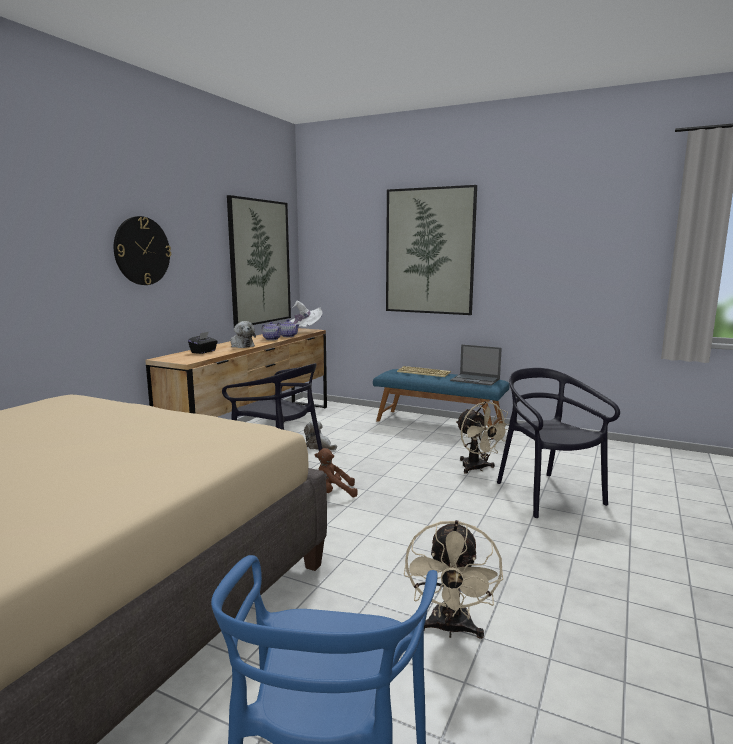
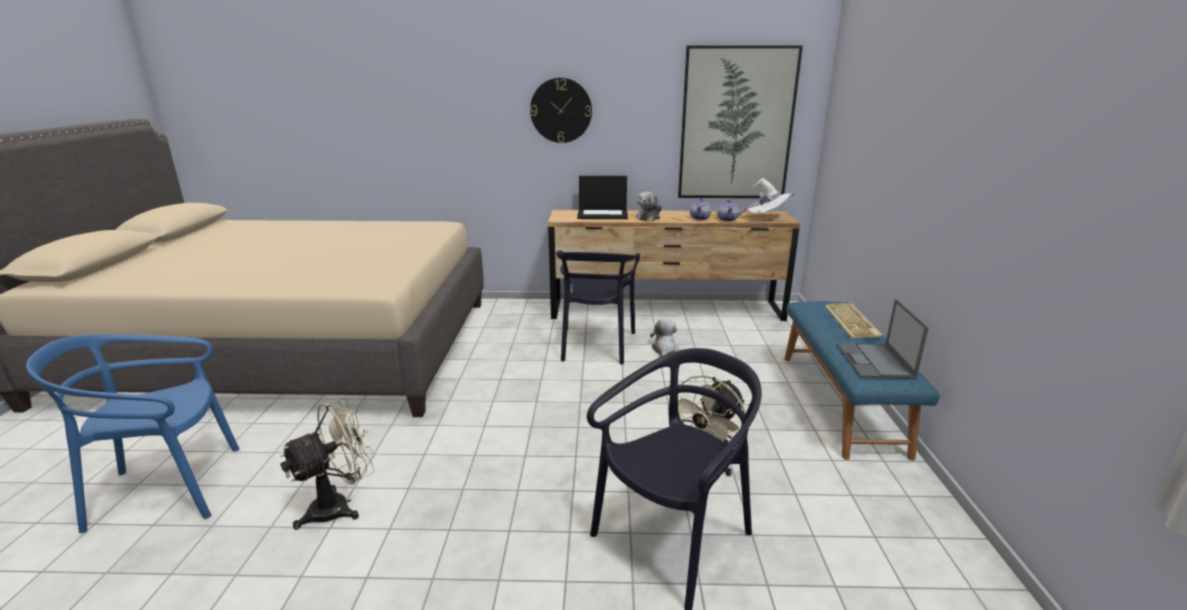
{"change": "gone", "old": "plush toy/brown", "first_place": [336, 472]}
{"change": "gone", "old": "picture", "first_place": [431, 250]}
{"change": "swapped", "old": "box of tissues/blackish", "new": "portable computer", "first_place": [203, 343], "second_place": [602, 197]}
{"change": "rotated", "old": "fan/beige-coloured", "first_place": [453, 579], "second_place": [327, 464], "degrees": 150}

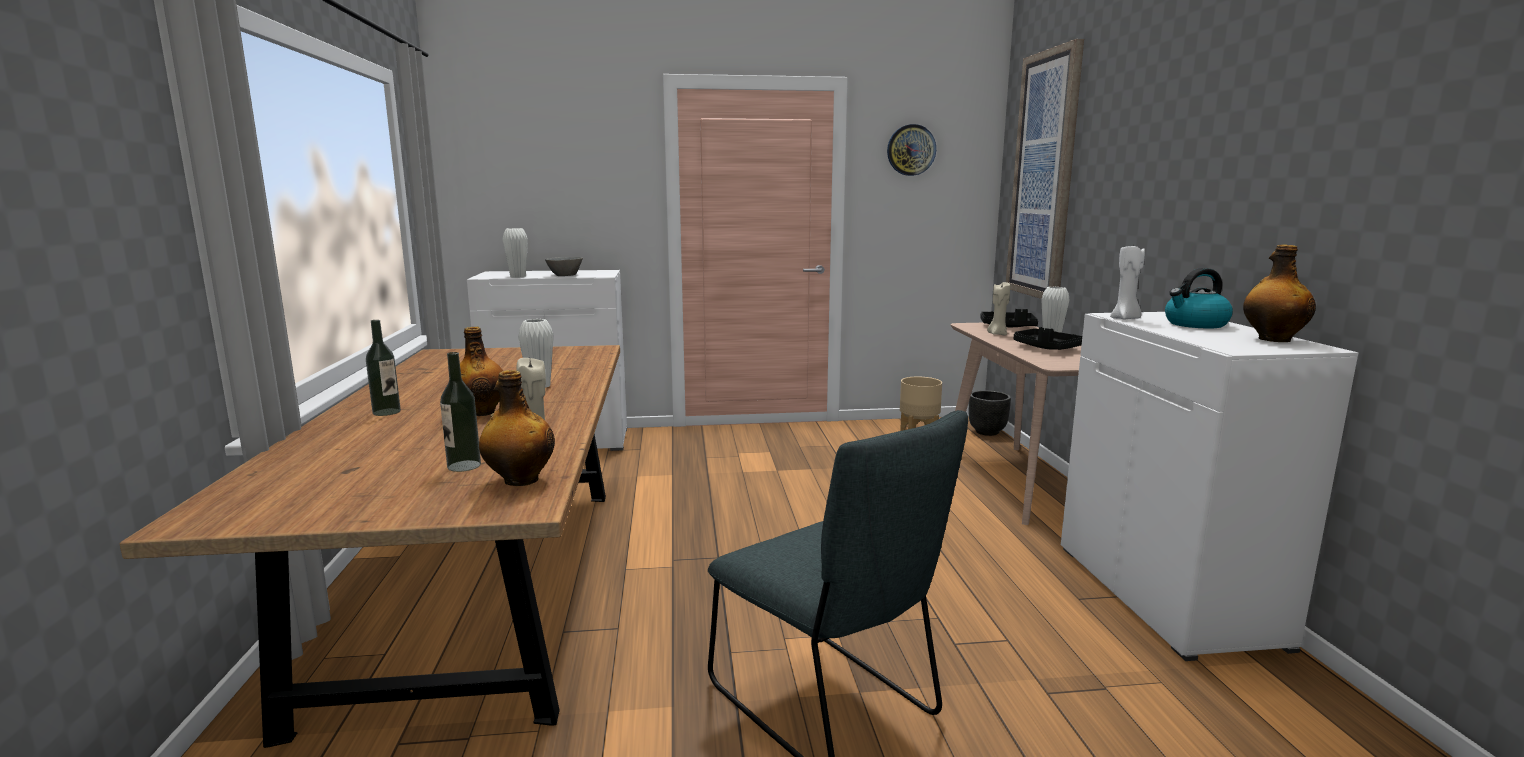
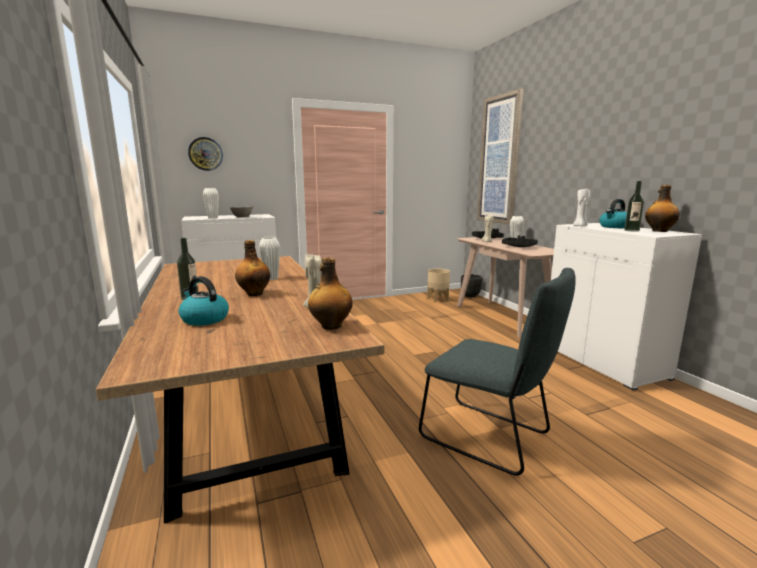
{"change": "new", "new": "water kettle", "second_place": [204, 301]}
{"change": "shifted", "old": "beverage bottle", "first_place": [460, 412], "second_place": [634, 206]}
{"change": "shifted", "old": "clock on the wall", "first_place": [911, 150], "second_place": [205, 154]}

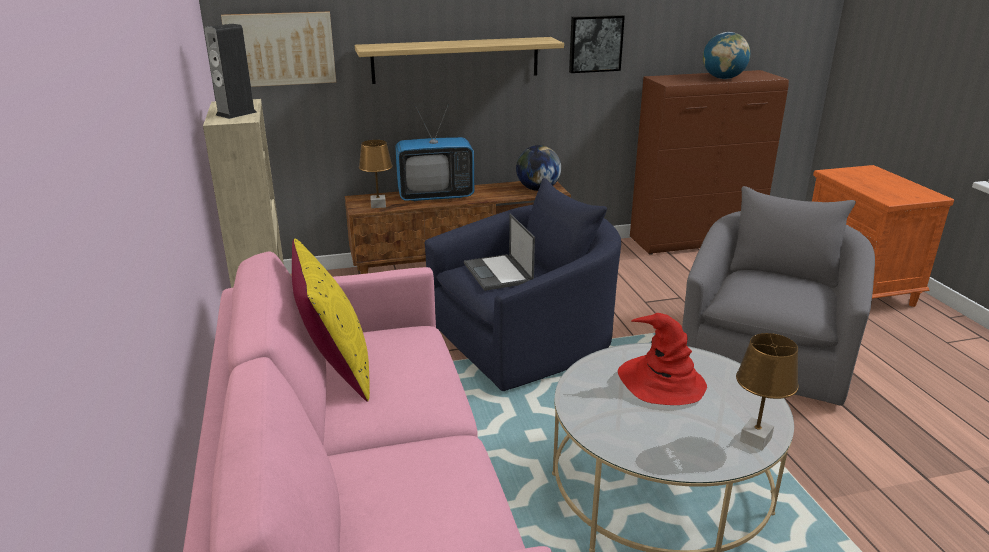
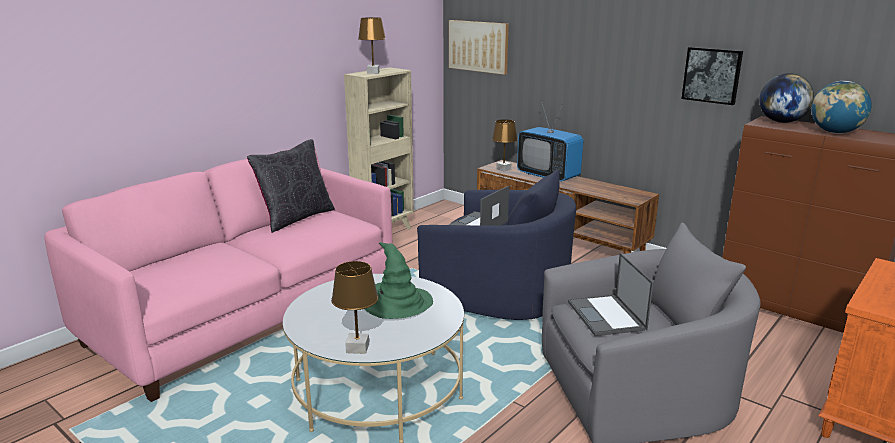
{"change": "gone", "old": "wall shelf", "first_place": [459, 60]}
{"change": "new", "new": "portable computer", "second_place": [610, 294]}
{"change": "shifted", "old": "desk globe", "first_place": [538, 168], "second_place": [786, 98]}
{"change": "swapped", "old": "speaker", "new": "table lamp/brown", "first_place": [230, 71], "second_place": [372, 45]}
{"change": "repainted", "old": "throw pillow/yellow-coloured", "new": "throw pillow/blackish", "first_place": [331, 320], "second_place": [291, 186]}
{"change": "repainted", "old": "clothing hat/red-coloured", "new": "clothing hat/green-coloured", "first_place": [662, 359], "second_place": [399, 280]}

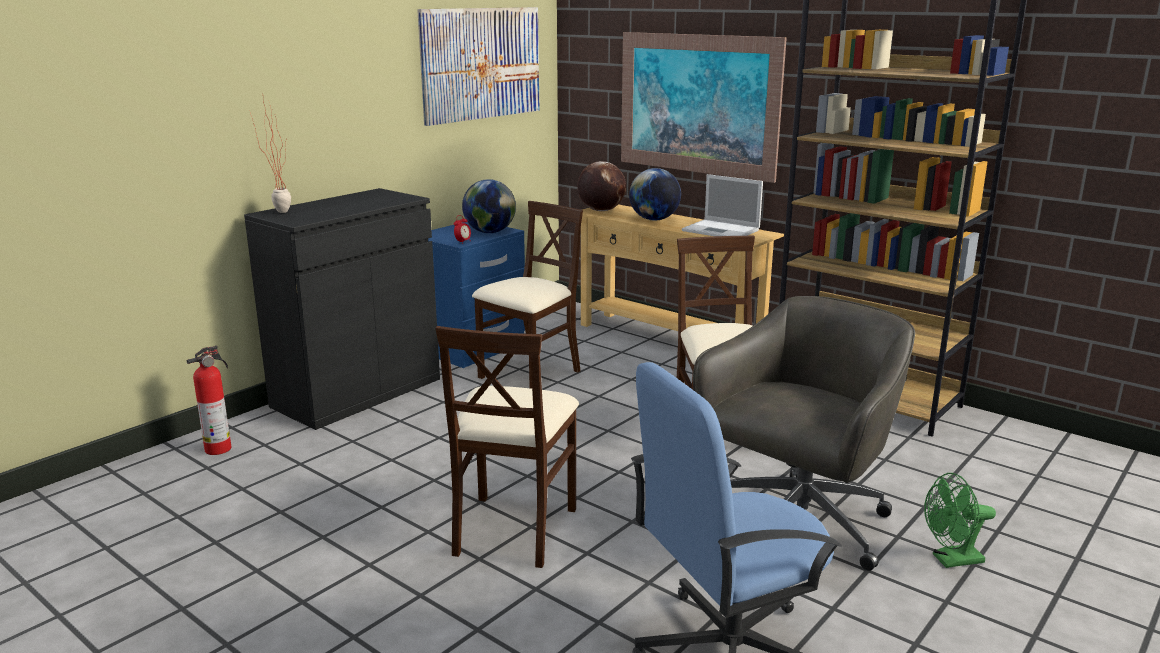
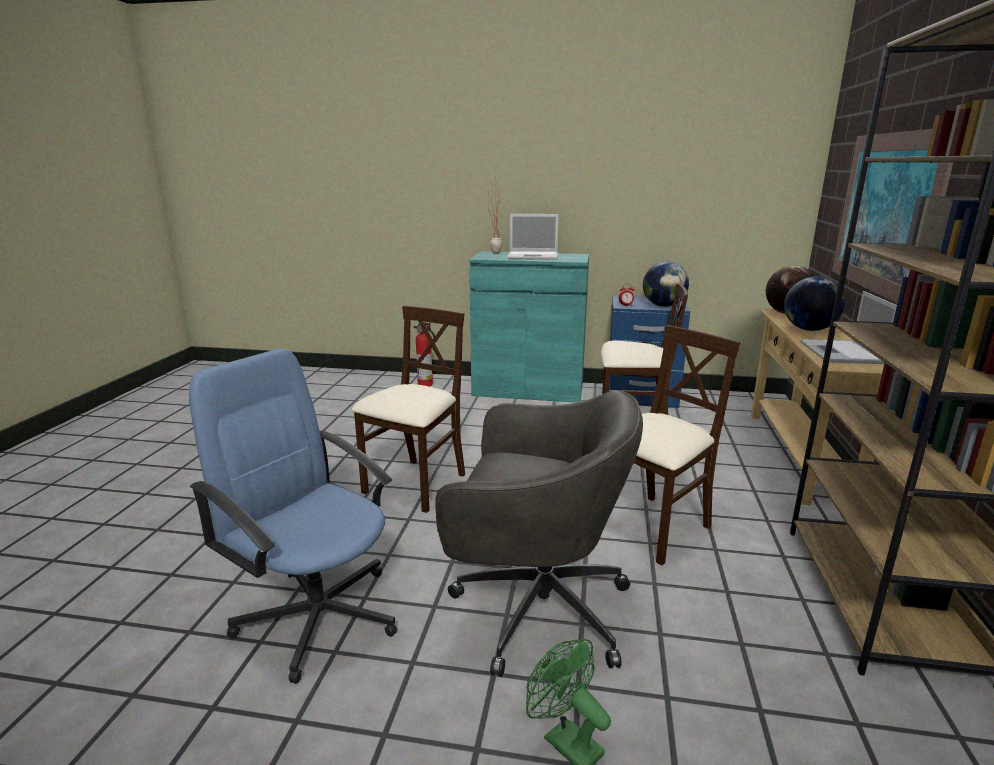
{"change": "gone", "old": "picture", "first_place": [478, 66]}
{"change": "new", "new": "portable computer", "second_place": [533, 237]}
{"change": "repainted", "old": "cupboard/blackish", "new": "cupboard/turquoise-coloured", "first_place": [342, 309], "second_place": [529, 327]}
{"change": "rotated", "old": "plain chair/beige-coloured", "first_place": [507, 447], "second_place": [408, 409], "degrees": 135}

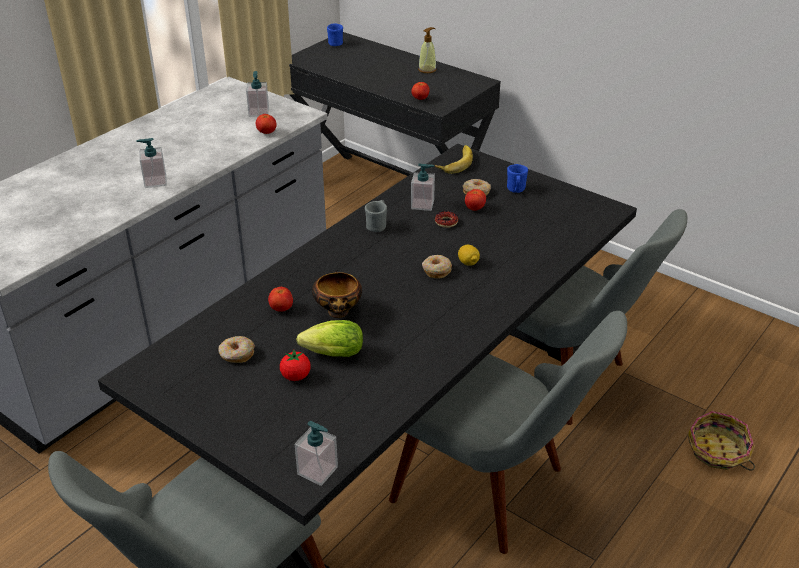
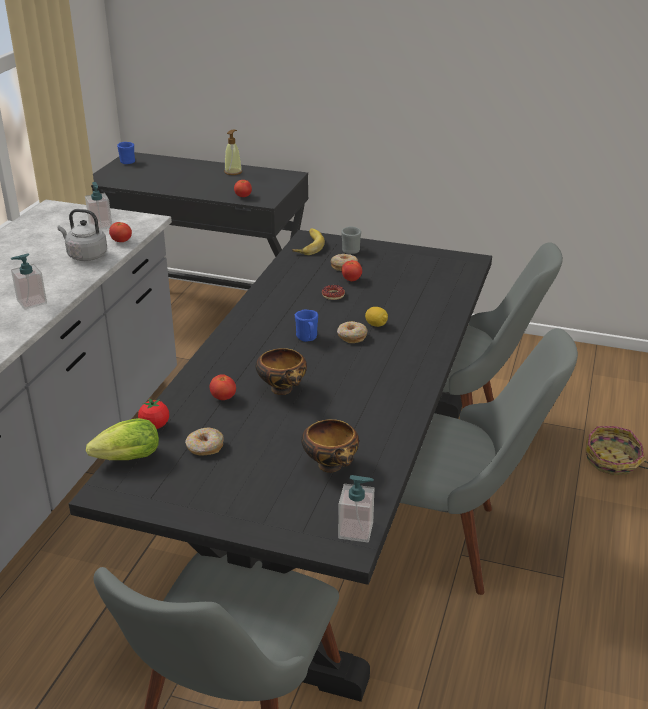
{"change": "gone", "old": "soap dispenser", "first_place": [423, 187]}
{"change": "new", "new": "water kettle/greyish", "second_place": [82, 235]}
{"change": "new", "new": "serving bowl", "second_place": [330, 446]}
{"change": "shifted", "old": "tomato", "first_place": [295, 365], "second_place": [153, 413]}
{"change": "shifted", "old": "lettuce", "first_place": [329, 338], "second_place": [122, 439]}
{"change": "shifted", "old": "coffee mug/greyish", "first_place": [376, 216], "second_place": [351, 240]}
{"change": "shifted", "old": "coffee mug/blue", "first_place": [517, 178], "second_place": [306, 326]}

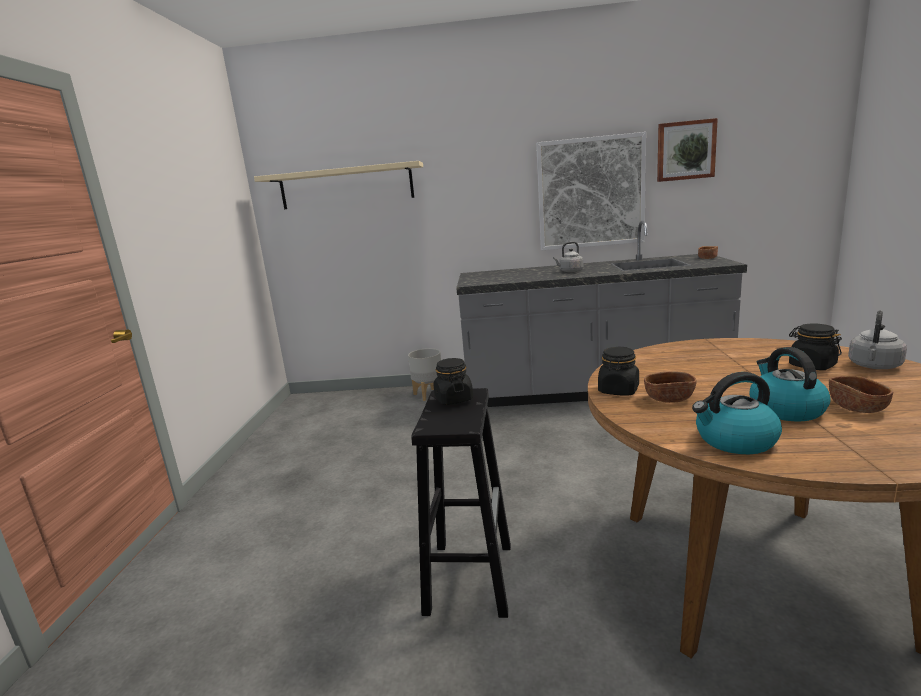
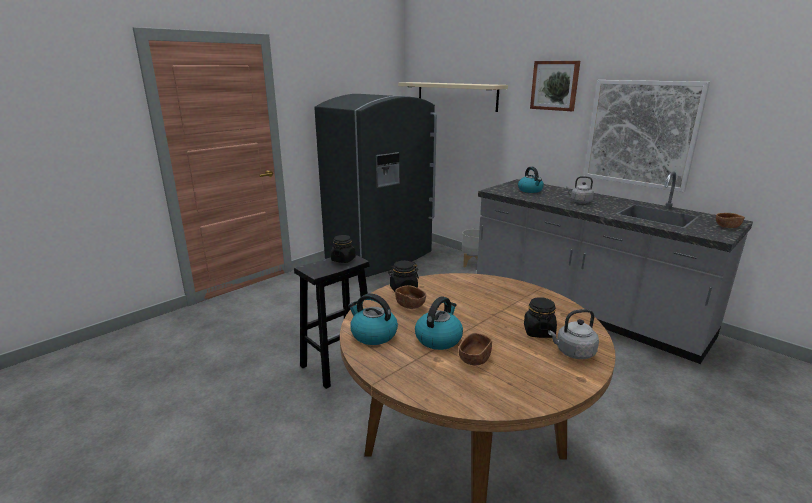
{"change": "new", "new": "fridge/greyish", "second_place": [375, 185]}
{"change": "new", "new": "water kettle", "second_place": [531, 180]}
{"change": "shifted", "old": "picture", "first_place": [687, 150], "second_place": [555, 86]}

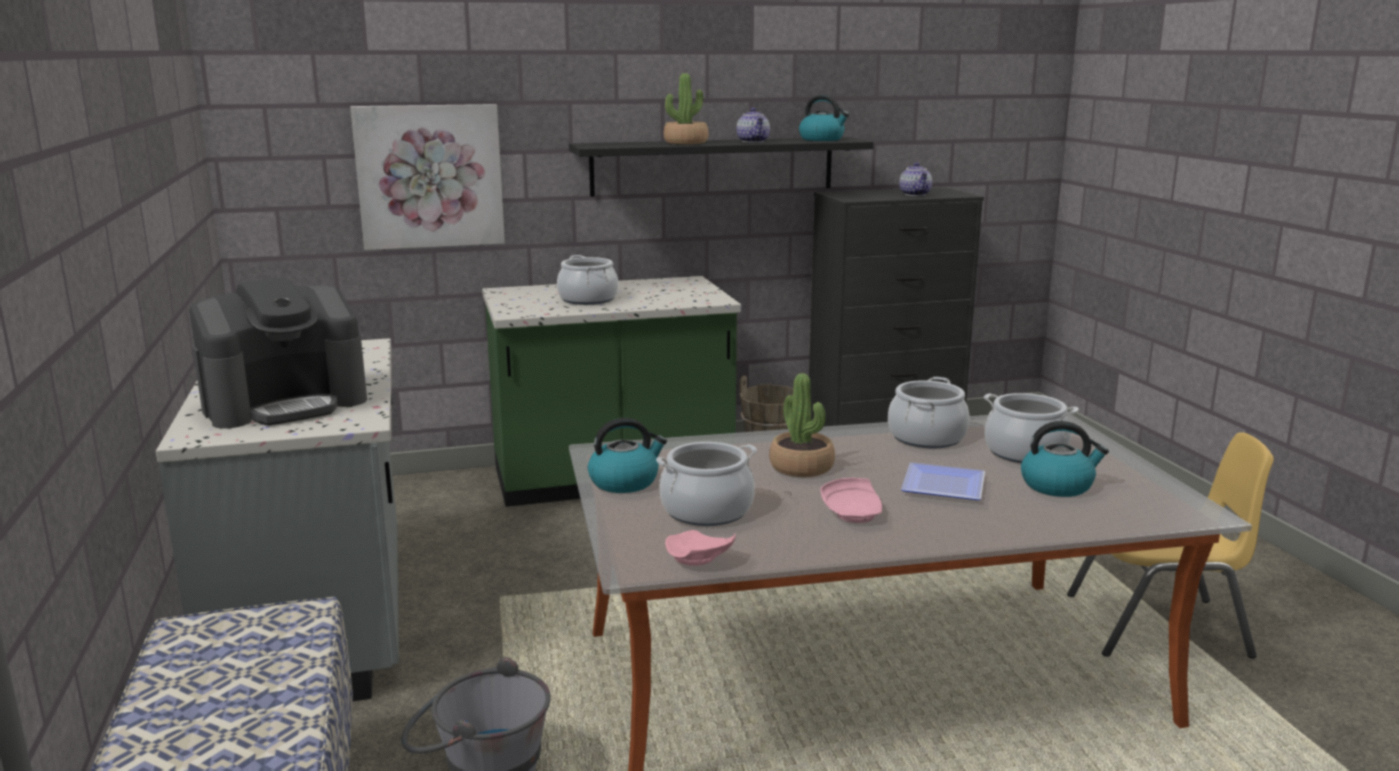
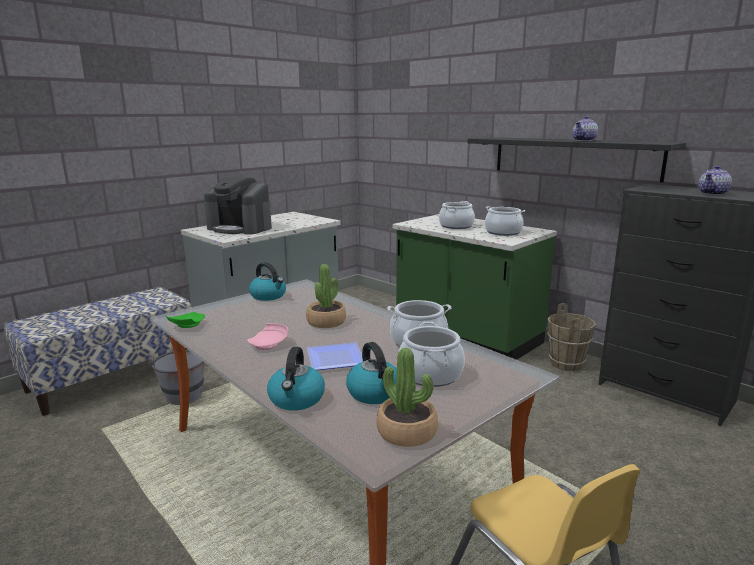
{"change": "gone", "old": "picture", "first_place": [427, 177]}
{"change": "shifted", "old": "saucepot", "first_place": [706, 484], "second_place": [505, 221]}
{"change": "shifted", "old": "houseplant", "first_place": [686, 108], "second_place": [407, 397]}
{"change": "shifted", "old": "water kettle", "first_place": [824, 118], "second_place": [296, 379]}
{"change": "repainted", "old": "plate/pinkish", "new": "plate/green-coloured", "first_place": [700, 548], "second_place": [185, 320]}

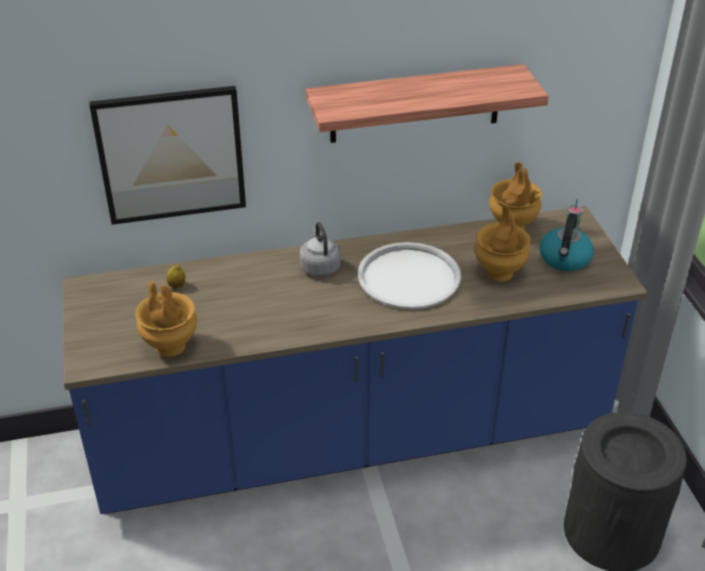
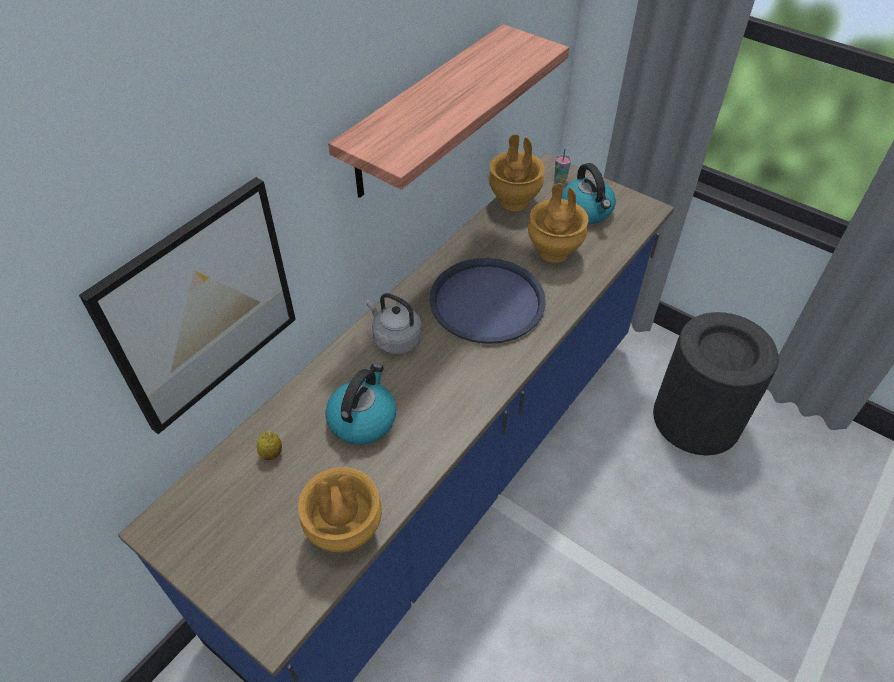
{"change": "new", "new": "water kettle", "second_place": [360, 404]}
{"change": "repainted", "old": "serving tray/white-coloured", "new": "serving tray/blue", "first_place": [409, 275], "second_place": [488, 301]}

